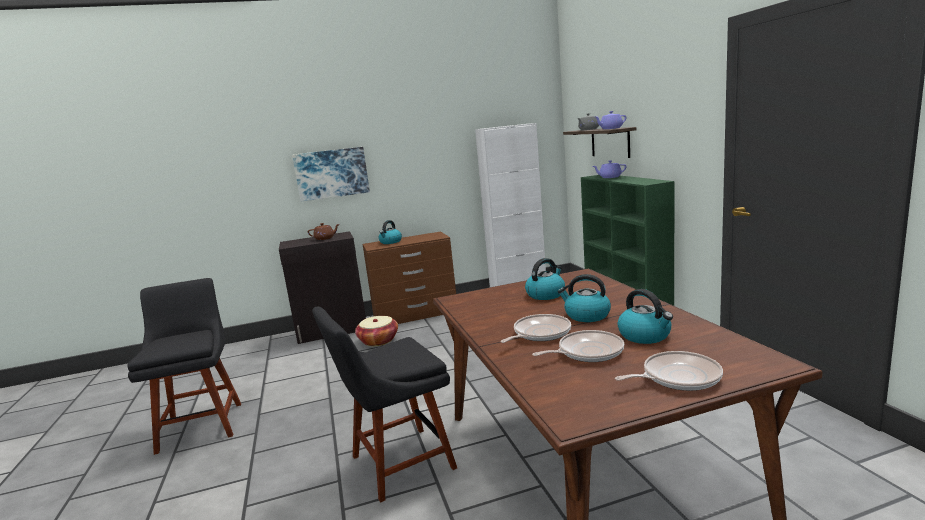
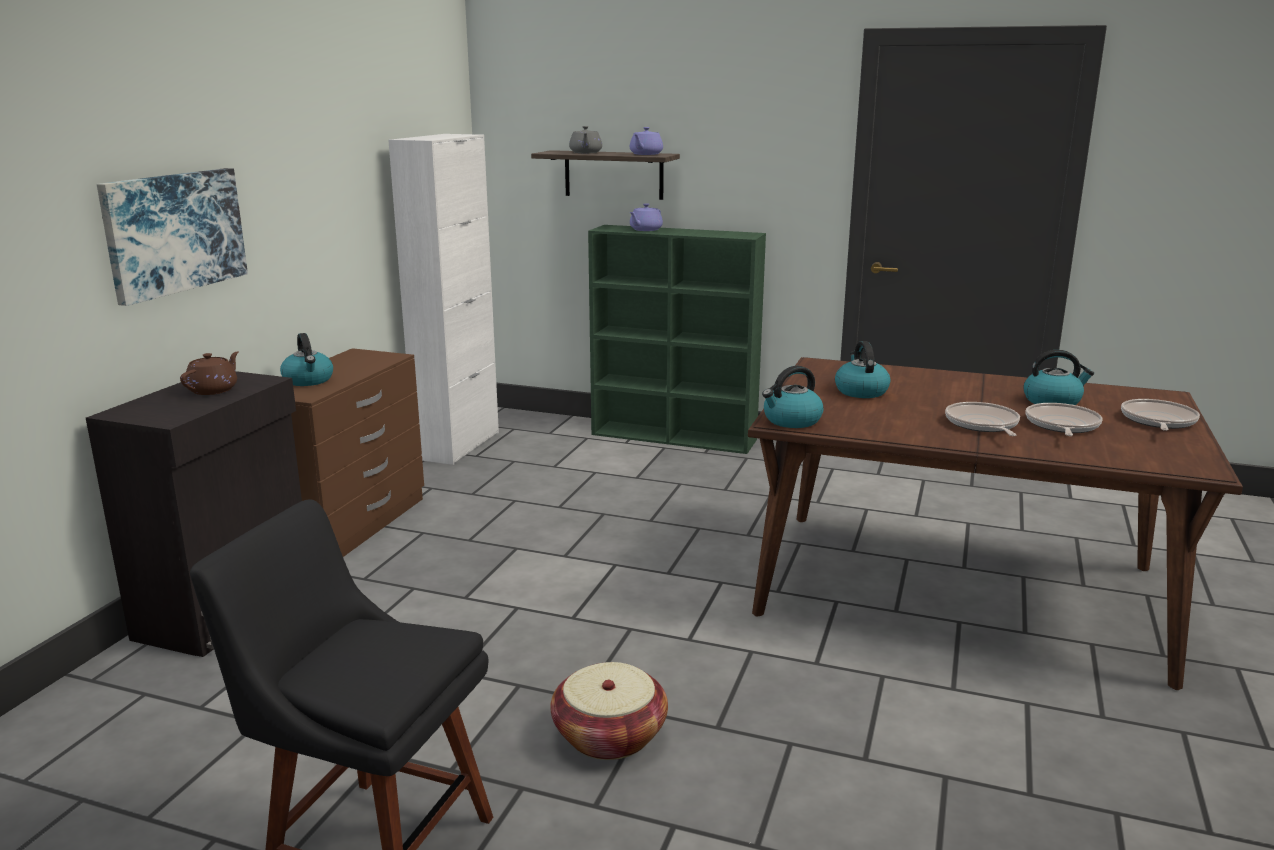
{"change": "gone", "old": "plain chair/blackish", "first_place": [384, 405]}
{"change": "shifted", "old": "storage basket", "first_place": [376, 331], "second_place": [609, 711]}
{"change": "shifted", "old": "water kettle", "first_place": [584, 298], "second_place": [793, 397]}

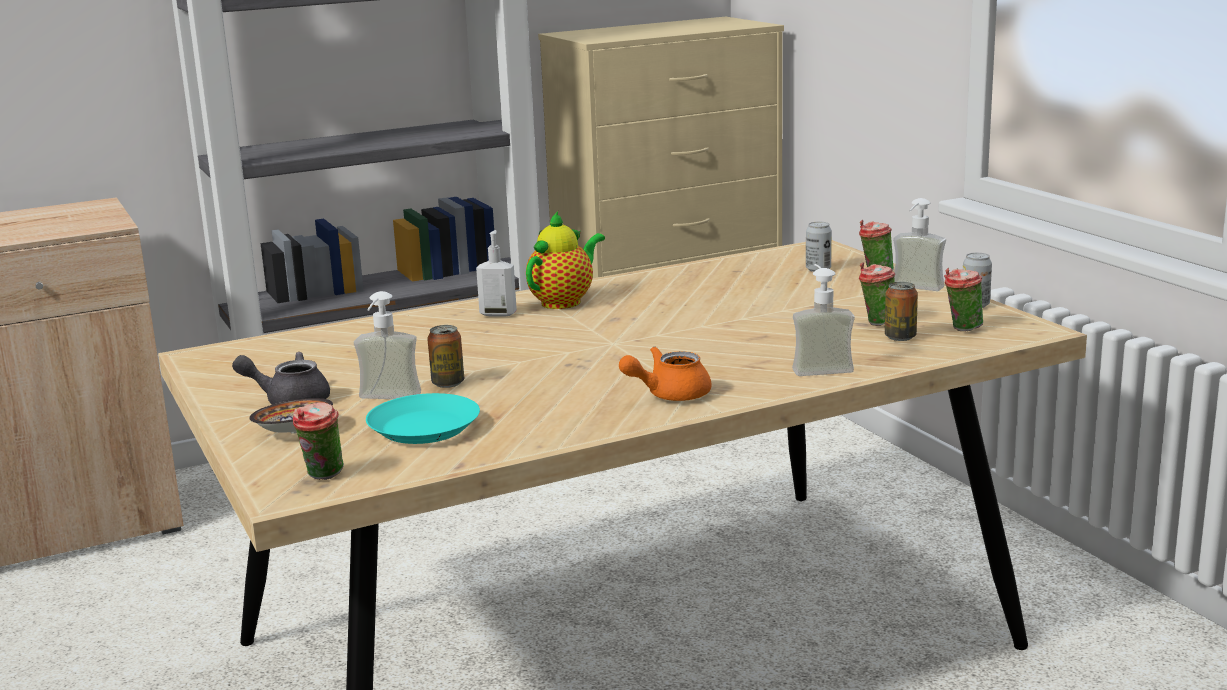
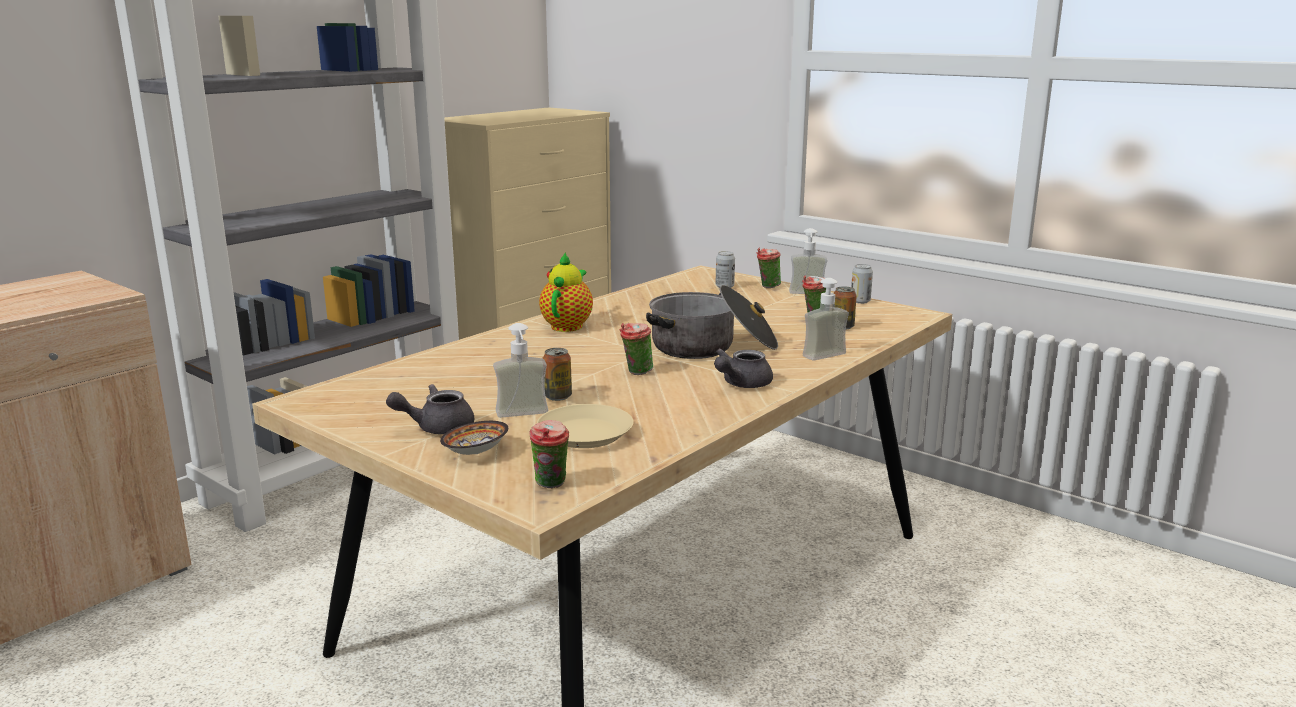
{"change": "gone", "old": "soap dispenser", "first_place": [496, 273]}
{"change": "new", "new": "saucepot", "second_place": [712, 322]}
{"change": "shifted", "old": "small cup", "first_place": [963, 299], "second_place": [636, 349]}
{"change": "repainted", "old": "plate/turquoise-coloured", "new": "plate/beige-coloured", "first_place": [423, 418], "second_place": [585, 426]}
{"change": "repainted", "old": "teapot/orange-coloured", "new": "teapot/greyish", "first_place": [665, 373], "second_place": [743, 368]}

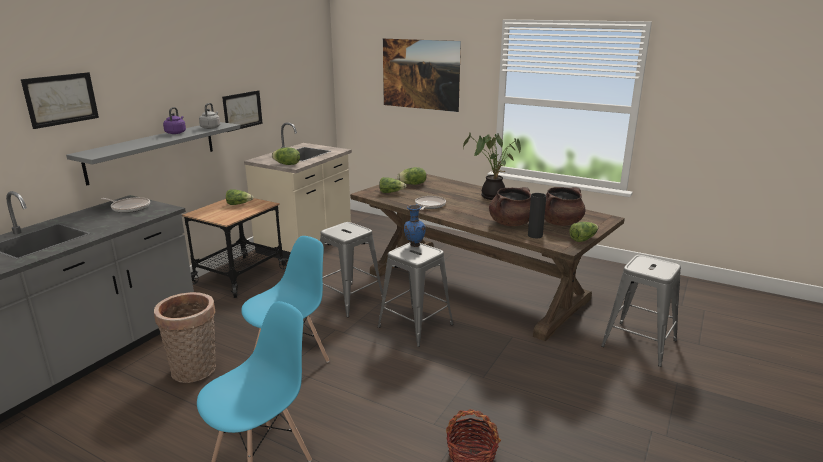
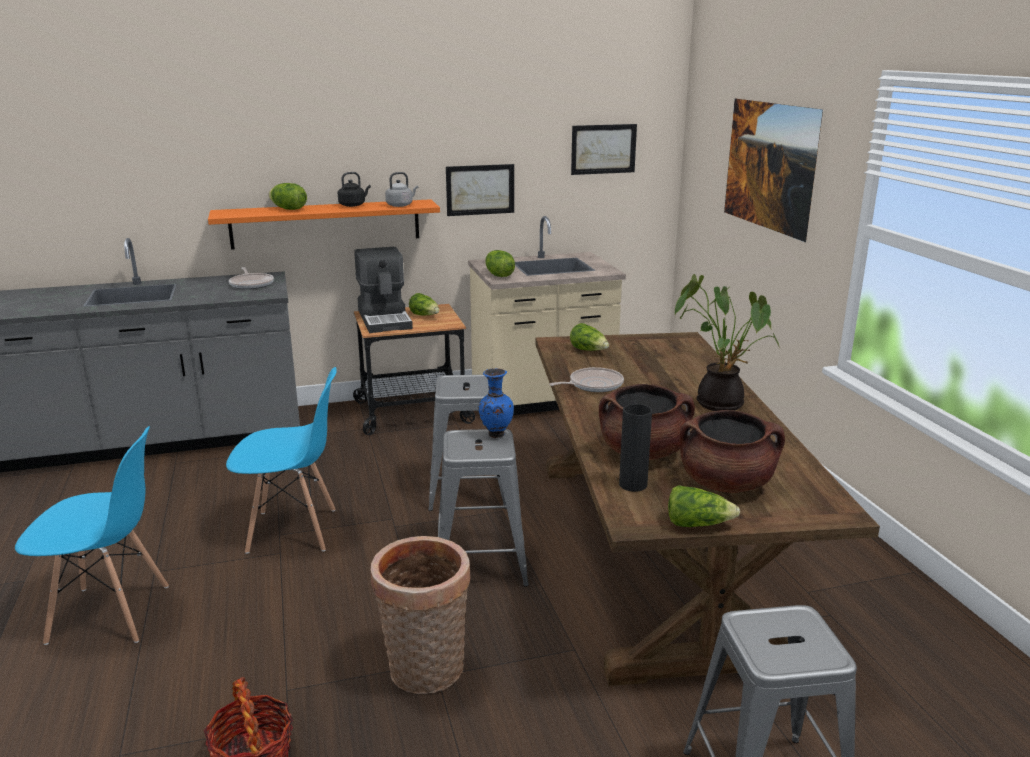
{"change": "new", "new": "coffee brewer", "second_place": [383, 290]}
{"change": "shifted", "old": "picture", "first_place": [60, 100], "second_place": [604, 149]}
{"change": "shifted", "old": "storage basket", "first_place": [185, 337], "second_place": [420, 615]}
{"change": "shifted", "old": "lettuce", "first_place": [412, 176], "second_place": [288, 196]}
{"change": "repainted", "old": "wall shelf/greyish", "new": "wall shelf/orange-coloured", "first_place": [153, 153], "second_place": [324, 224]}
{"change": "repainted", "old": "water kettle/purple", "new": "water kettle/blackish", "first_place": [174, 120], "second_place": [354, 189]}

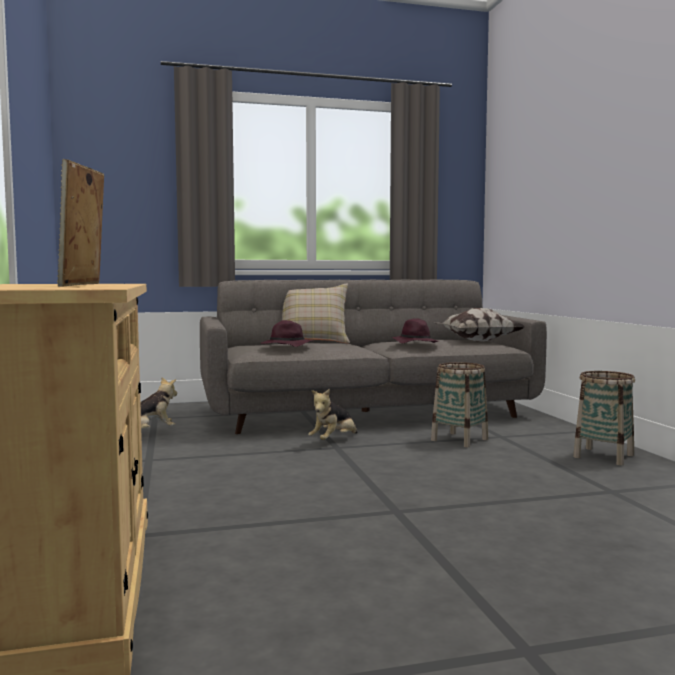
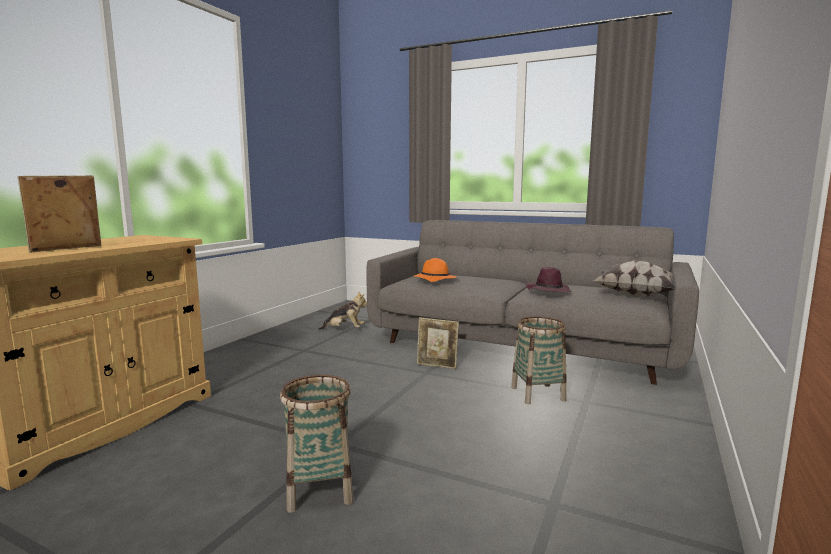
{"change": "gone", "old": "throw pillow/beige-coloured", "first_place": [316, 313]}
{"change": "shifted", "old": "storage basket", "first_place": [604, 418], "second_place": [316, 444]}
{"change": "swapped", "old": "plush toy", "new": "standing frame", "first_place": [333, 414], "second_place": [438, 343]}
{"change": "repainted", "old": "clothing hat/purple", "new": "clothing hat/orange-coloured", "first_place": [286, 333], "second_place": [435, 270]}

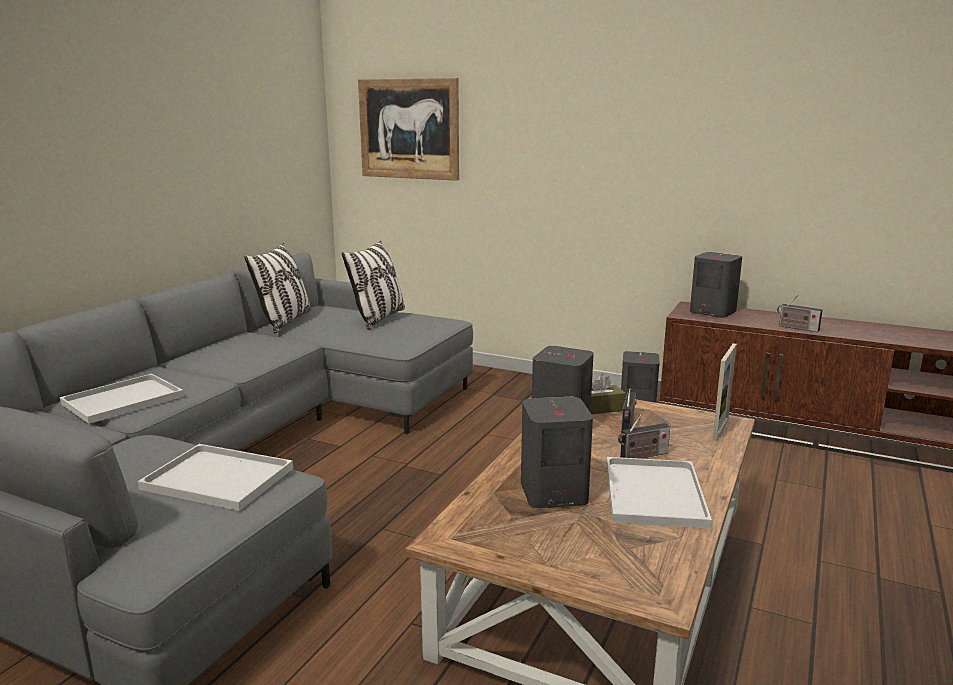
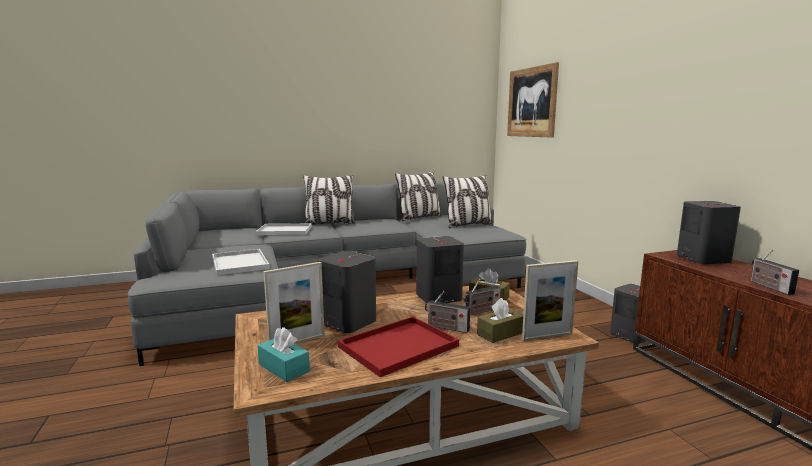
{"change": "new", "new": "box of tissues/turquoise-coloured", "second_place": [283, 354]}
{"change": "new", "new": "standing frame", "second_place": [294, 303]}
{"change": "new", "new": "throw pillow", "second_place": [329, 200]}
{"change": "new", "new": "box of tissues/brown", "second_place": [500, 320]}
{"change": "repainted", "old": "serving tray/white-coloured", "new": "serving tray/red-coloured", "first_place": [659, 493], "second_place": [398, 347]}

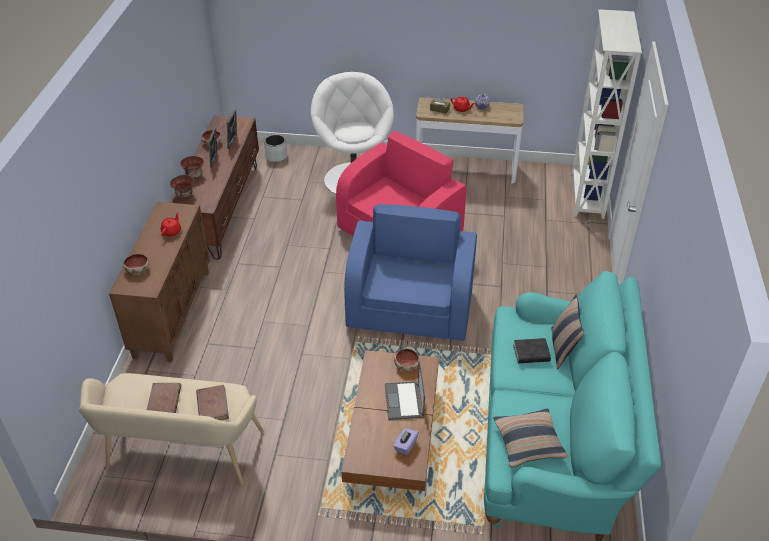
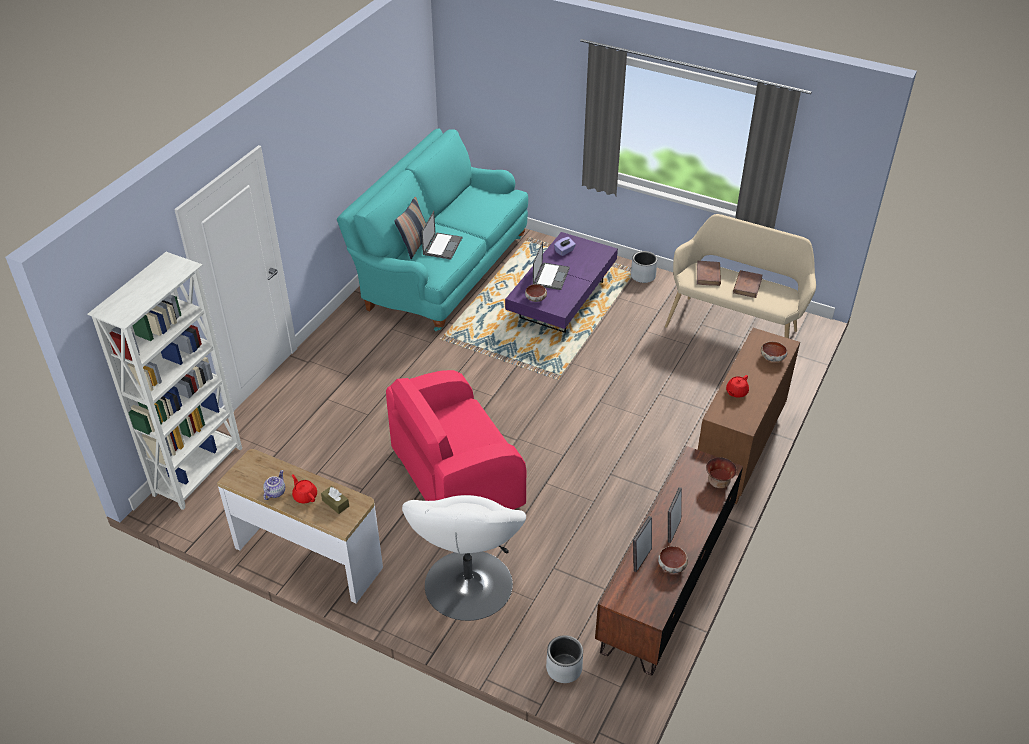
{"change": "gone", "old": "serving bowl", "first_place": [192, 167]}
{"change": "gone", "old": "easy chair/blue", "first_place": [410, 272]}
{"change": "gone", "old": "throw pillow", "first_place": [530, 438]}
{"change": "new", "new": "flower pot/greyish", "second_place": [644, 267]}
{"change": "swapped", "old": "book/blackish", "new": "portable computer", "first_place": [532, 350], "second_place": [441, 235]}
{"change": "repainted", "old": "lounge table/brown", "new": "lounge table/purple", "first_place": [390, 420], "second_place": [561, 282]}

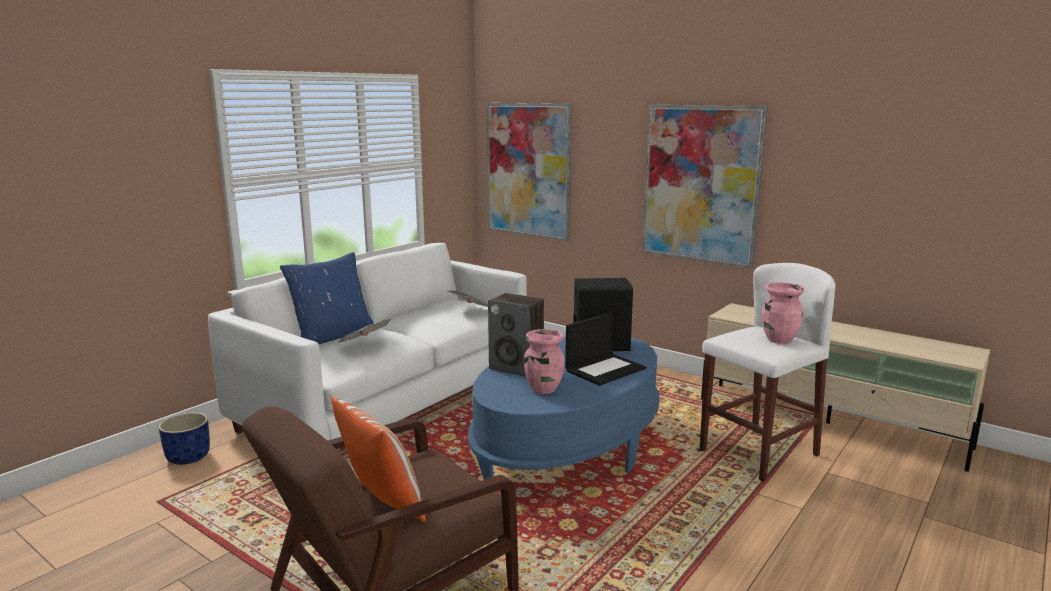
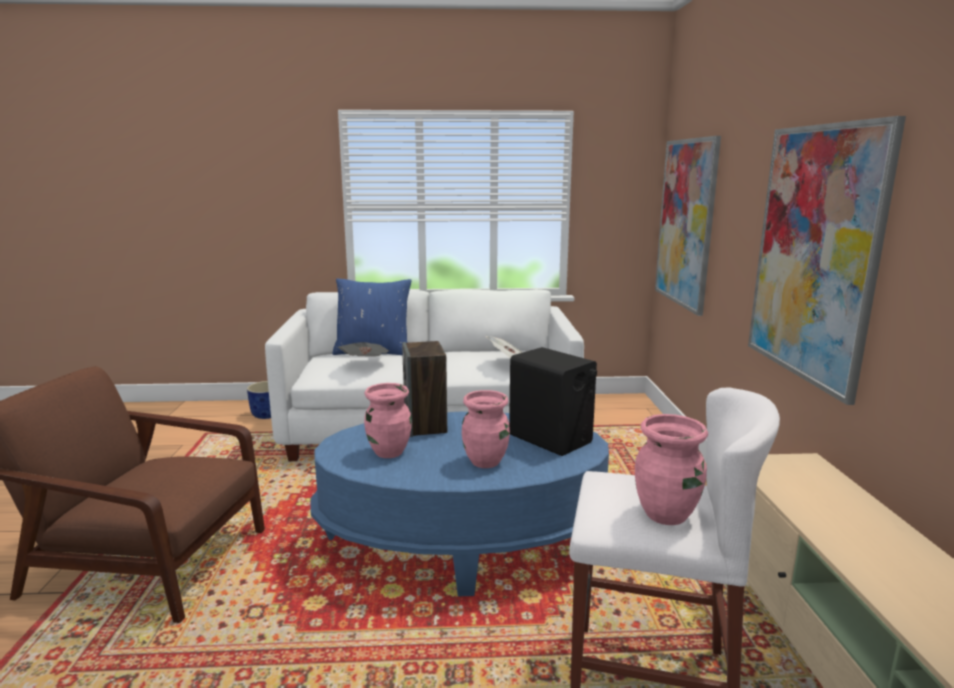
{"change": "gone", "old": "throw pillow", "first_place": [378, 458]}
{"change": "swapped", "old": "portable computer", "new": "decorative vase/pinkish", "first_place": [605, 349], "second_place": [486, 429]}

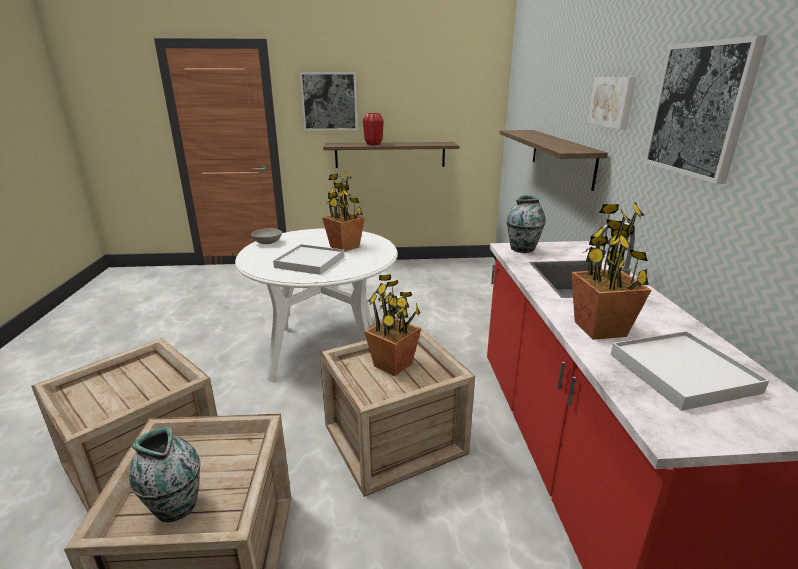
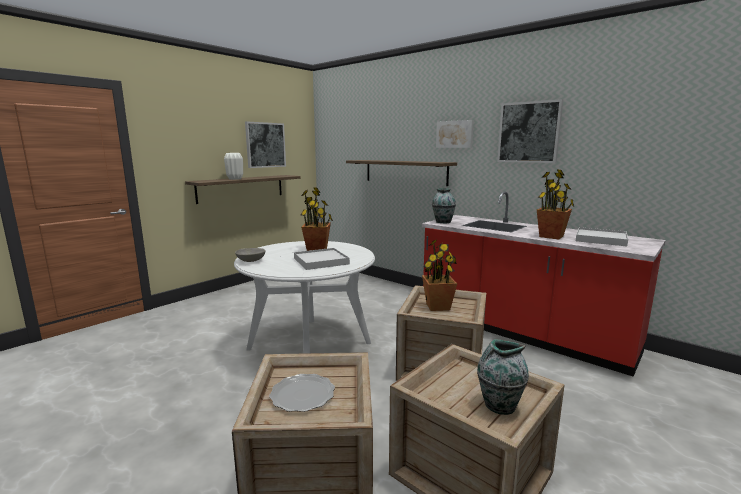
{"change": "new", "new": "plate", "second_place": [302, 393]}
{"change": "shifted", "old": "picture", "first_place": [329, 101], "second_place": [265, 145]}
{"change": "repainted", "old": "decorative vase/red-coloured", "new": "decorative vase/white-coloured", "first_place": [373, 129], "second_place": [233, 166]}

